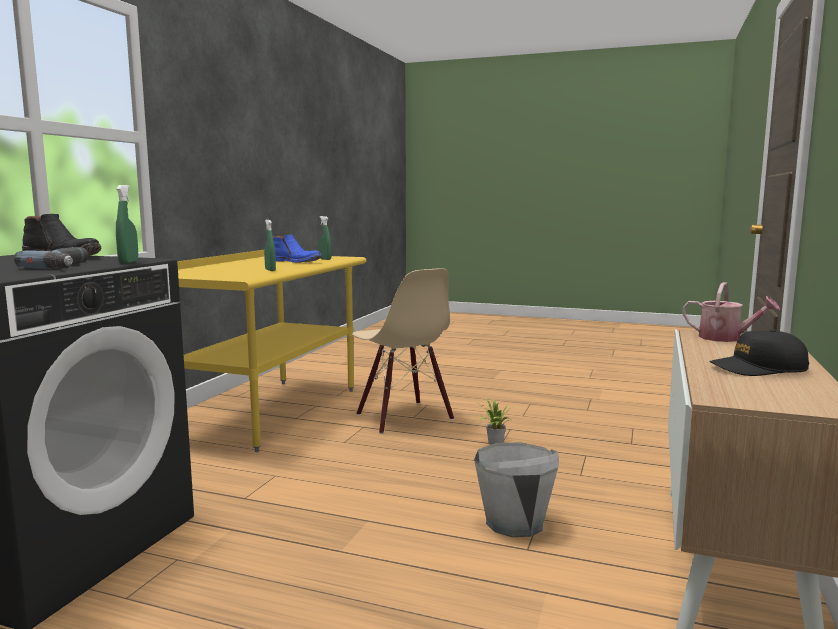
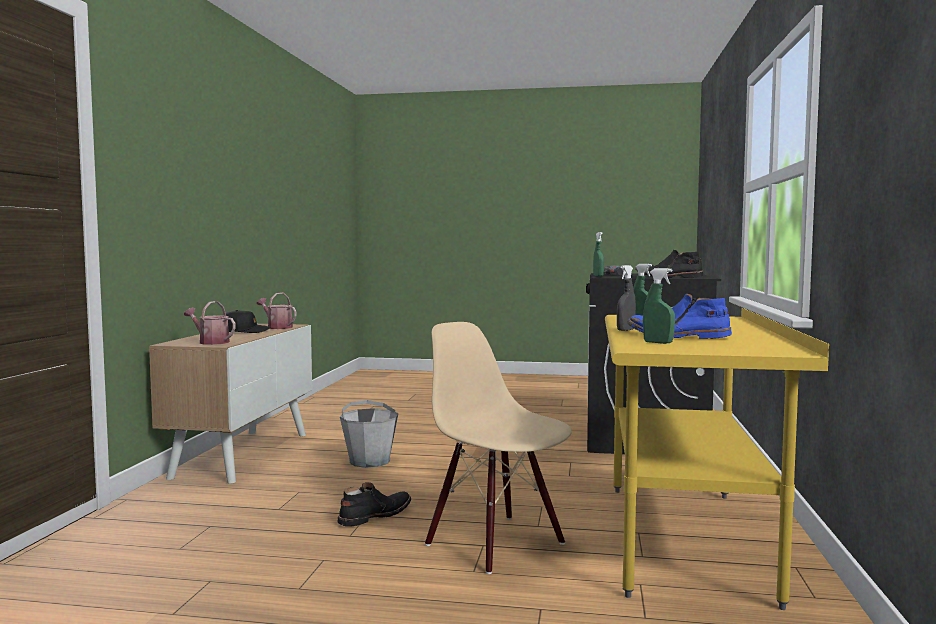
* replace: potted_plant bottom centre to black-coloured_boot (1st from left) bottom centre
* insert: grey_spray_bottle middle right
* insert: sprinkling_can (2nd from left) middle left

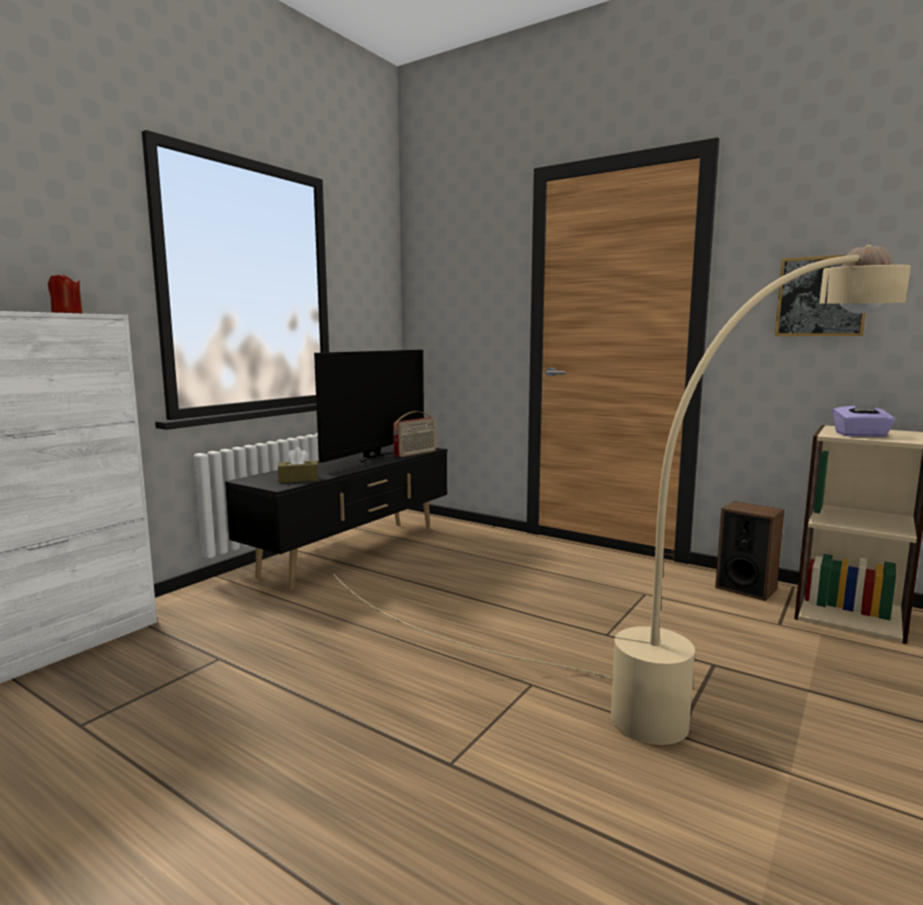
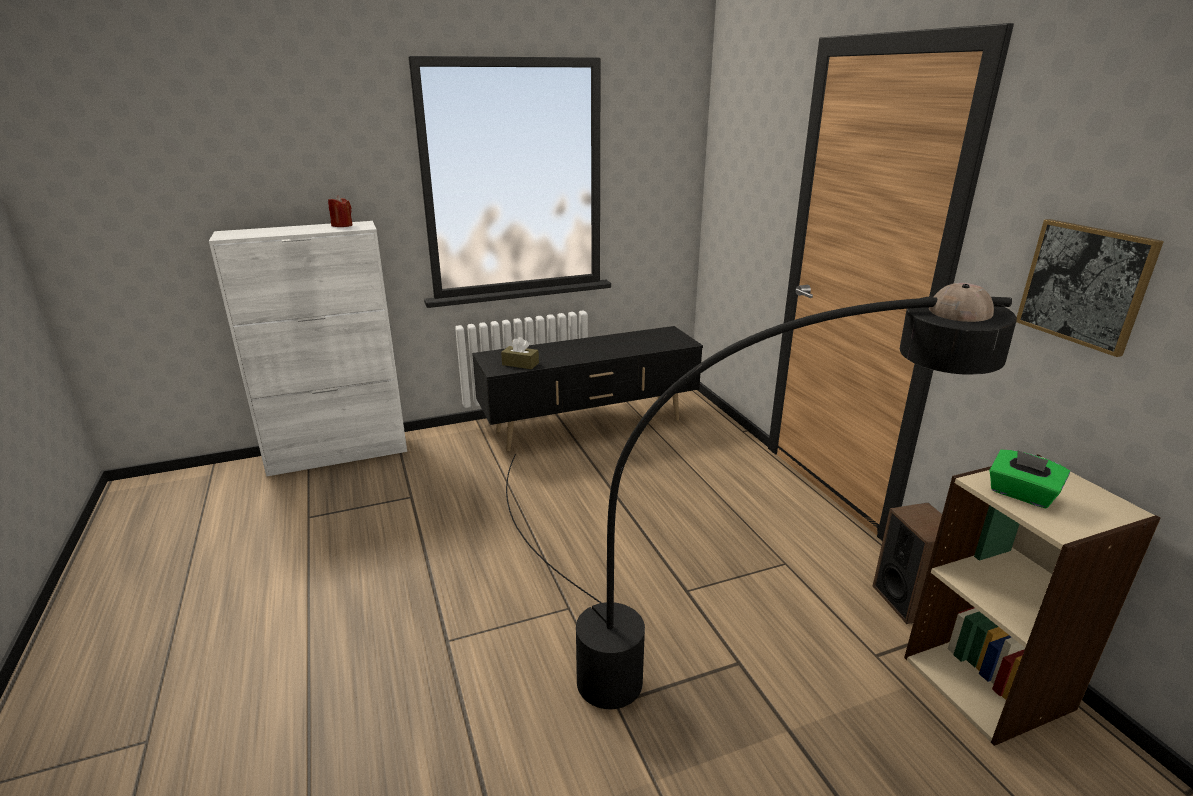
* recolor: beige-coloured_standard_lamp middle right to black-coloured_standard_lamp centre
* delete: TV_set centre
* recolor: purple_tissue_box middle right to green-coloured_tissue_box middle right
* delete: radio_receiver centre

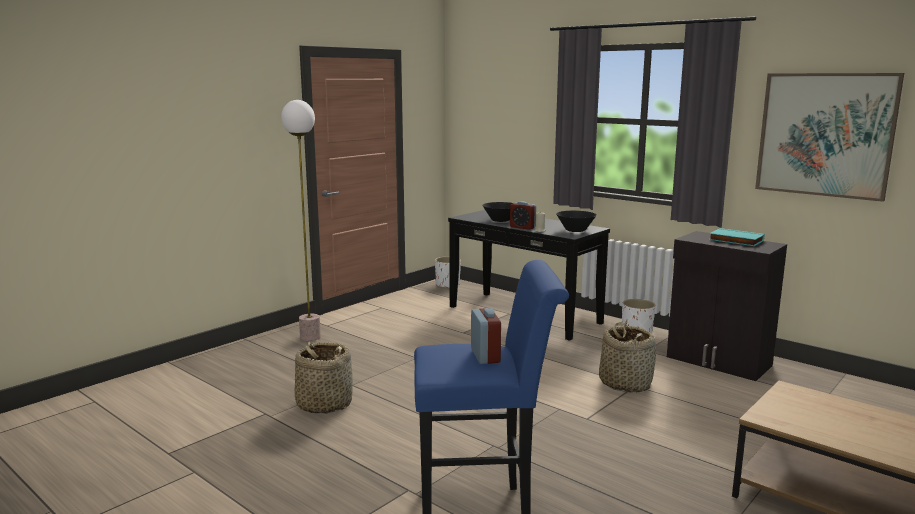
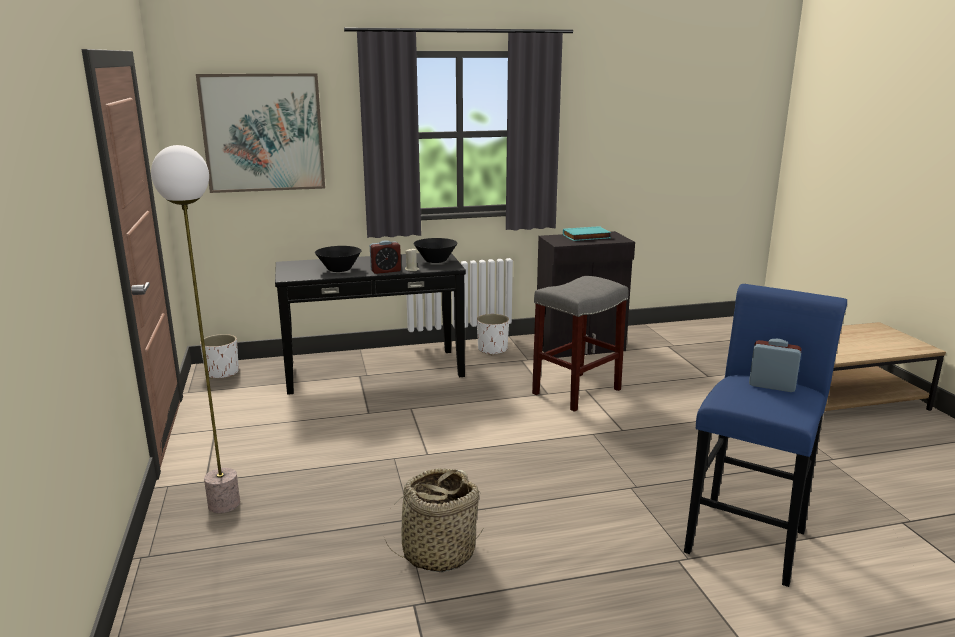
* move: wall_picture top right to top left
* replace: basket (2nd from left) bottom right to grey_sitting_stool centre

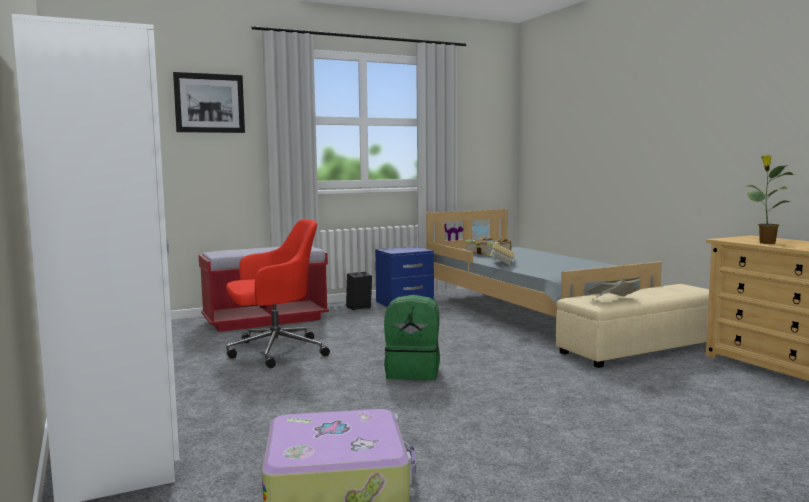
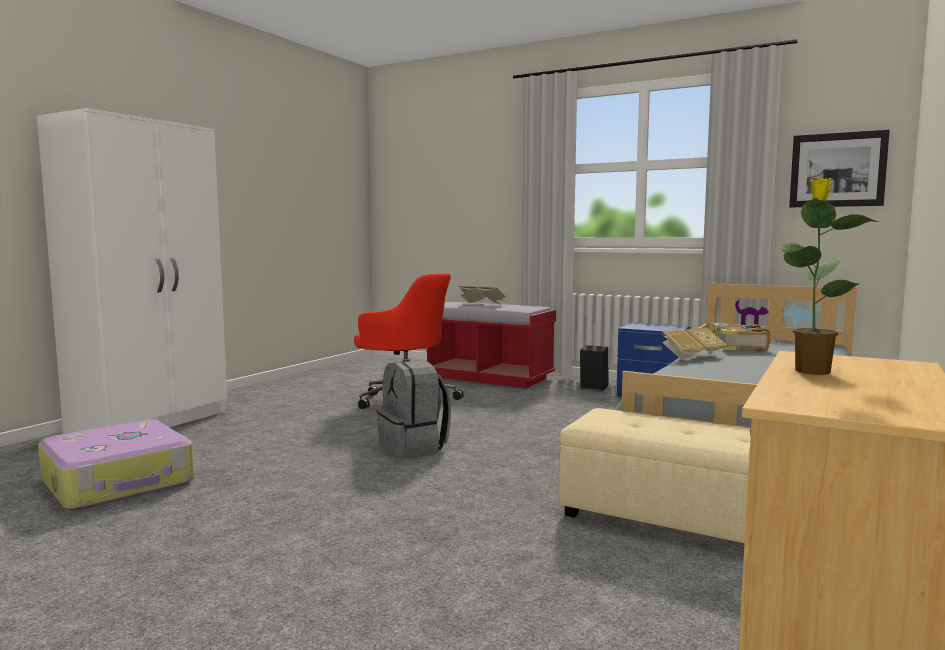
* move: wall_picture top left to top right
* move: bound_book (3rd from left in the first image) middle right to bound_book (1st from left) centre
* recolor: green-coloured_backpack bottom centre to grey_backpack centre

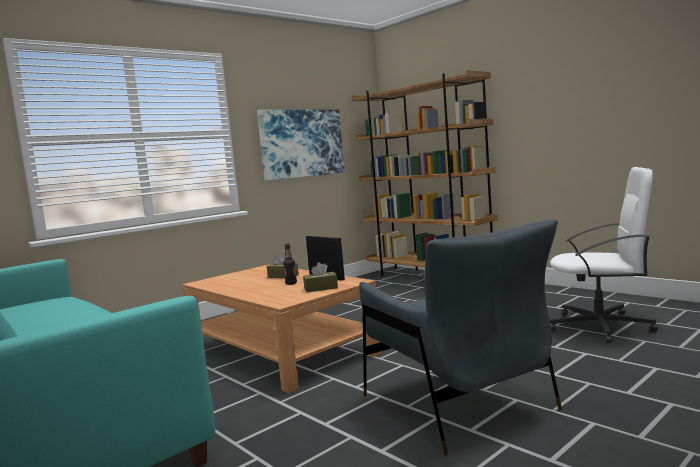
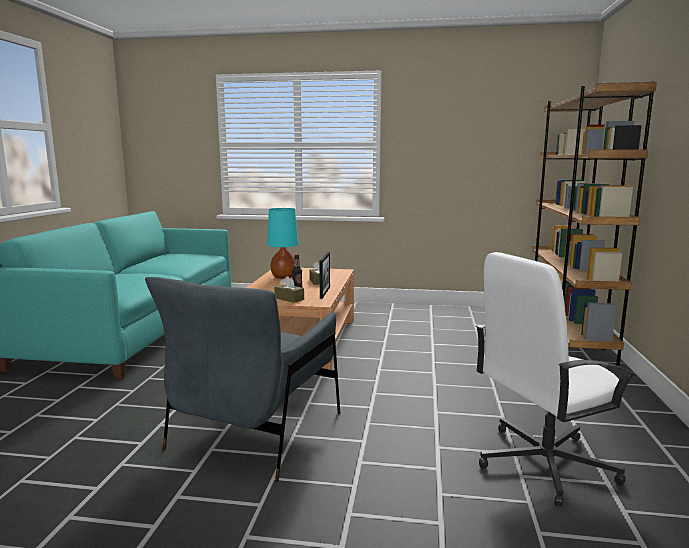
* delete: wall_picture top centre
* rotate: whitish_office_chair middle right = bottom right 90 degrees clockwise
* insert: turquoise_table_lamp centre

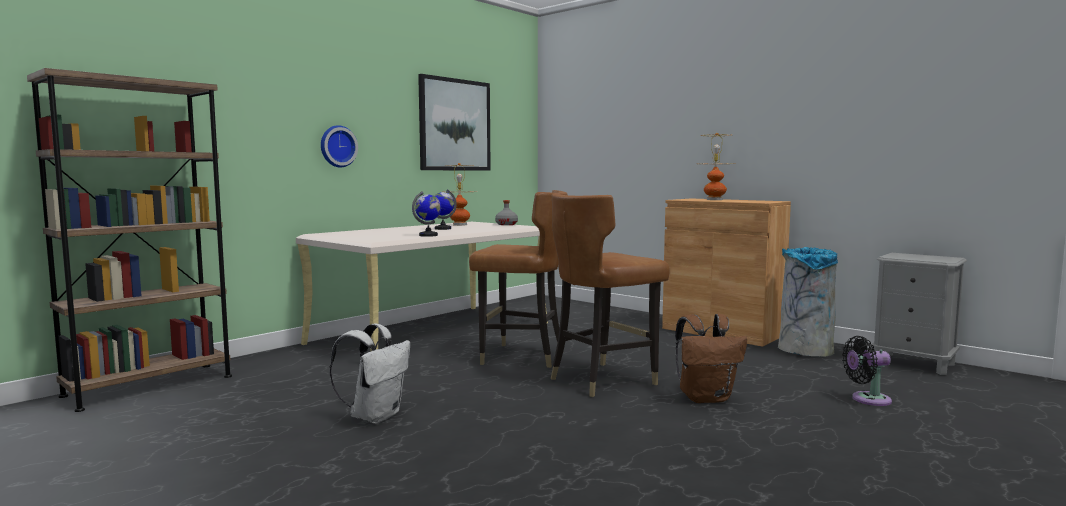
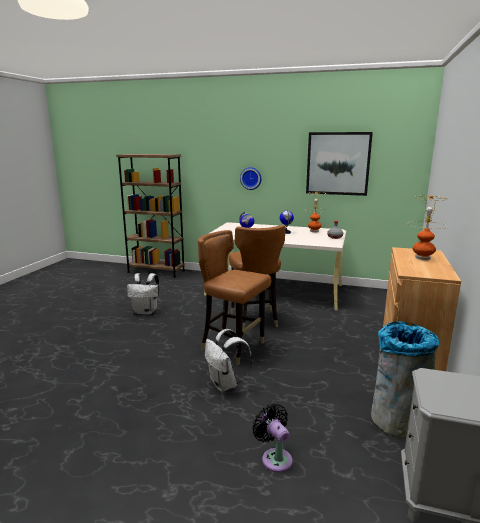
* recolor: brown_backpack bottom right to whitish_backpack (2nd from left) bottom centre

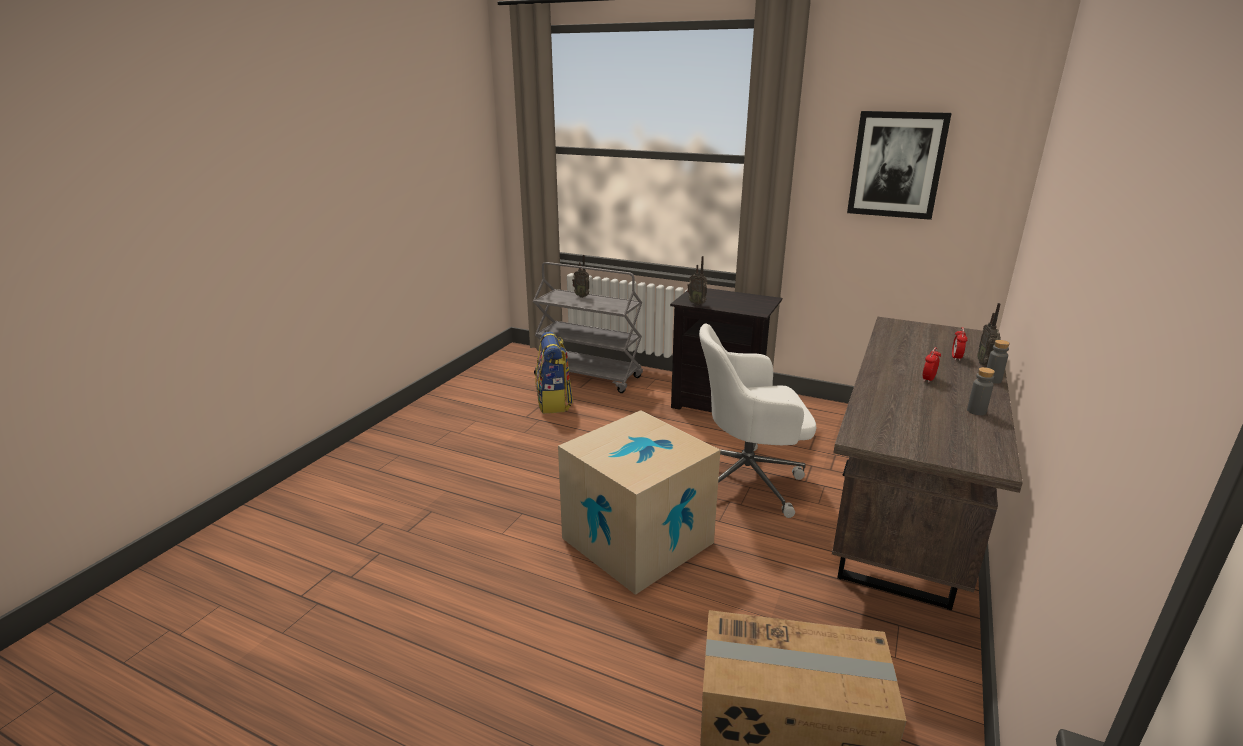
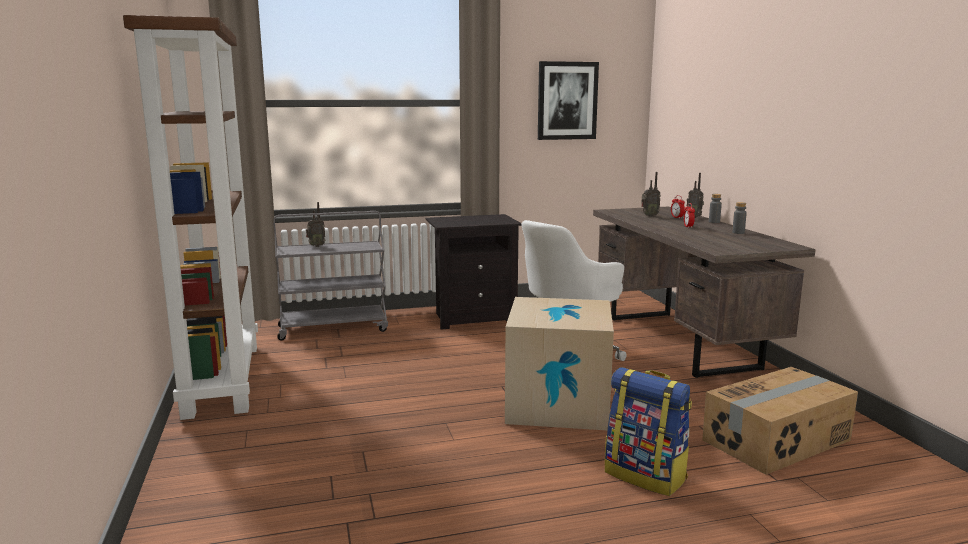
* move: radio_receiver (2nd from left) centre to middle right
* move: backpack centre to bottom right
* insert: brown_shelving_unit middle left

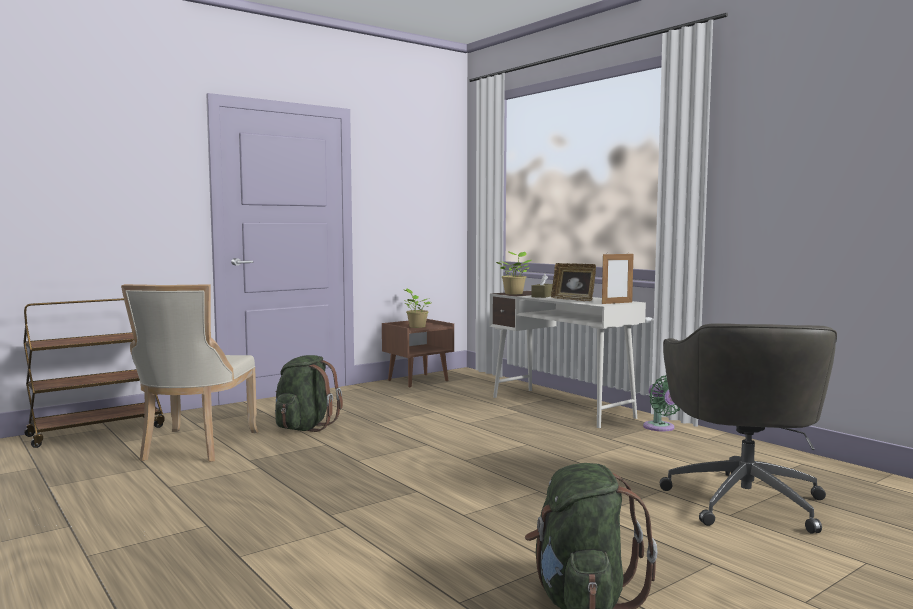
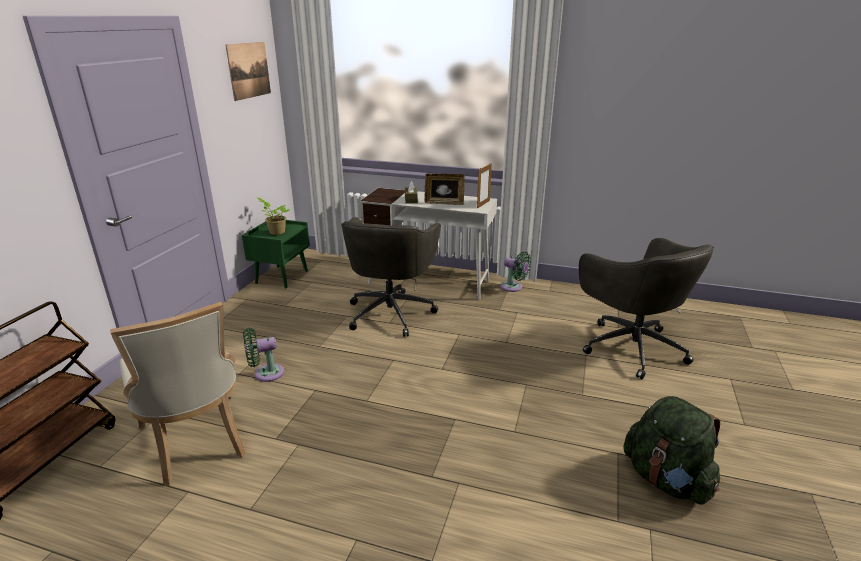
* delete: potted_plant (2nd from left) centre
* recolor: brown_night_table centre to green-coloured_night_table middle left
* replace: green-coloured_backpack (1st from left) centre to green-coloured_cooling_fan (1st from left) middle left
* insert: wall_picture top left
* insert: grey_office_chair (1st from left) centre

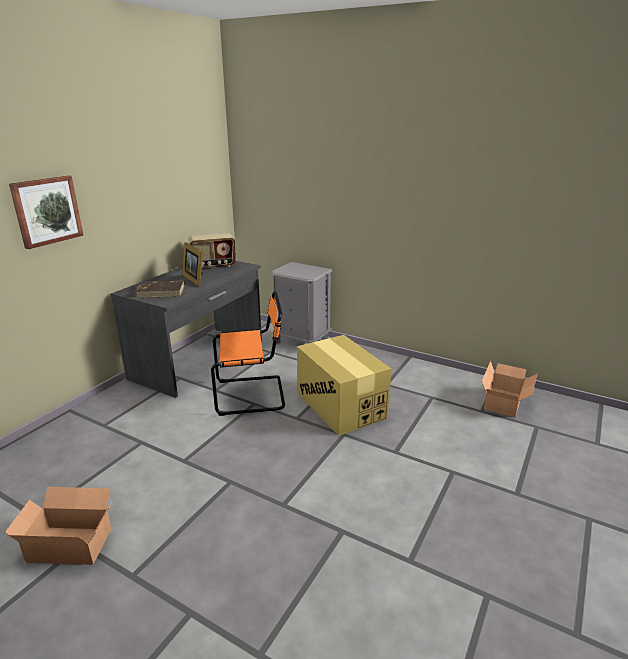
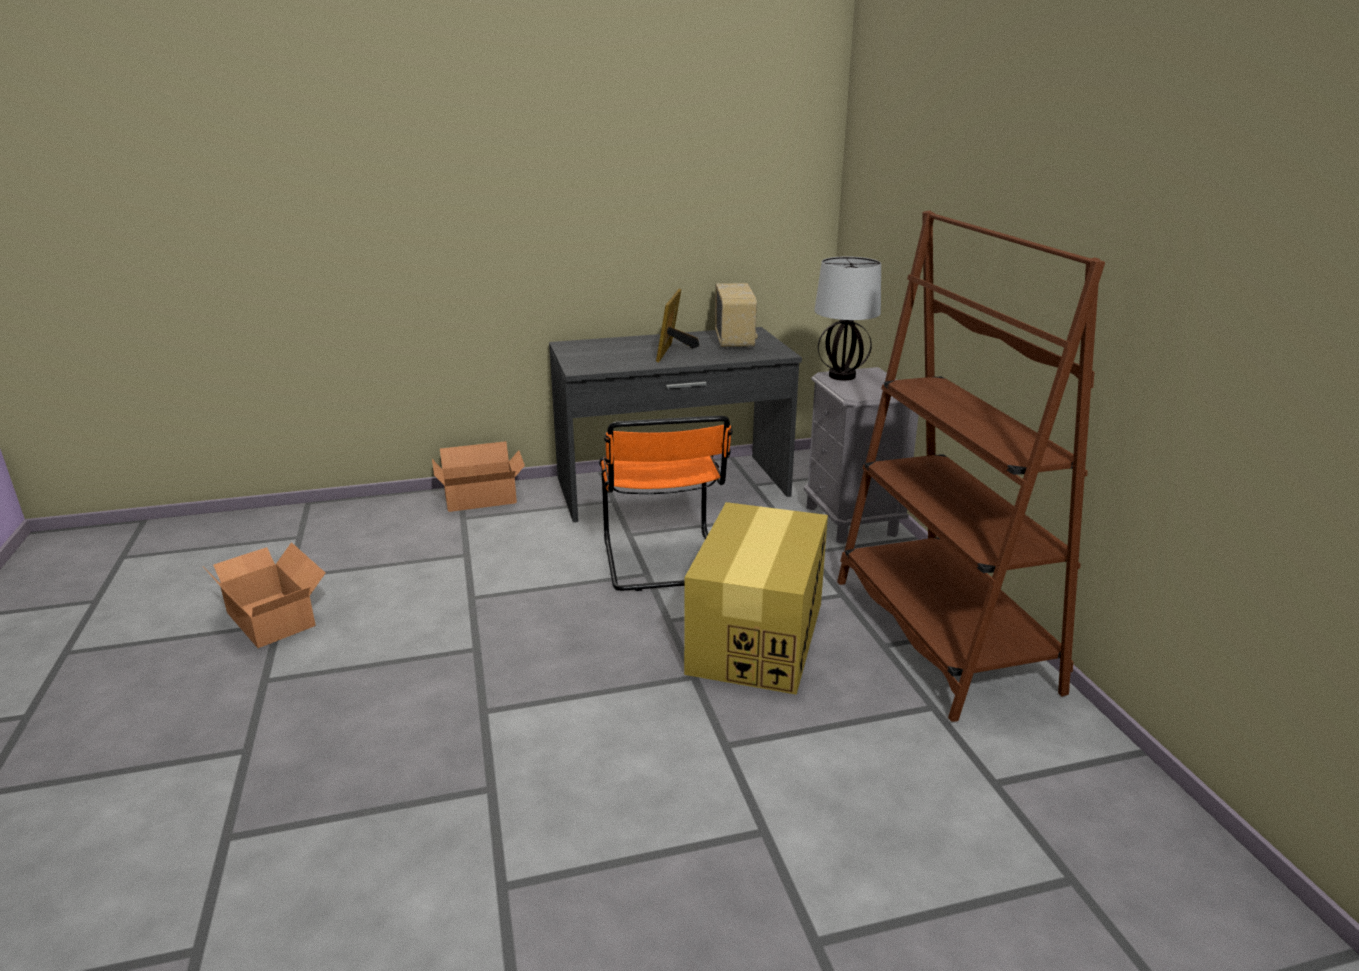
* delete: wall_picture top left
* rotate: radio_receiver centre = top centre 120 degrees counterclockwise
* delete: brown_bound_book middle left
* rotate: orange_chair centre = centre 45 degrees clockwise
* move: packing_box (3rd from left in the first image) middle right to packing_box (2nd from left) centre
* insert: brown_shelving_unit middle right
* insert: table_lamp top centre

